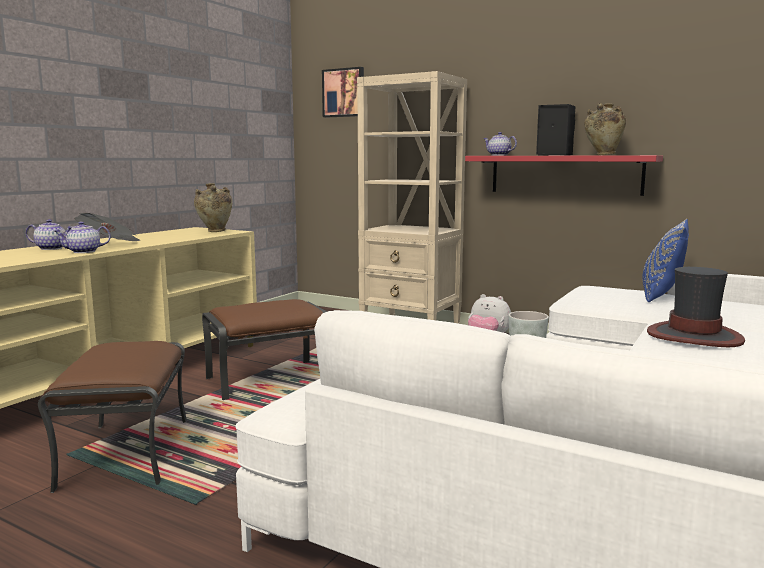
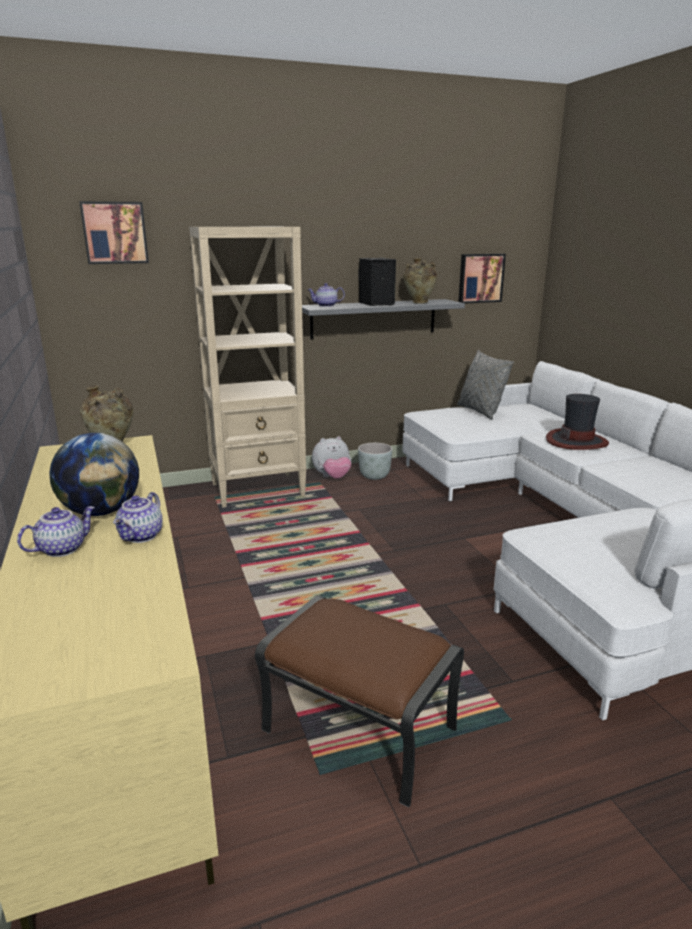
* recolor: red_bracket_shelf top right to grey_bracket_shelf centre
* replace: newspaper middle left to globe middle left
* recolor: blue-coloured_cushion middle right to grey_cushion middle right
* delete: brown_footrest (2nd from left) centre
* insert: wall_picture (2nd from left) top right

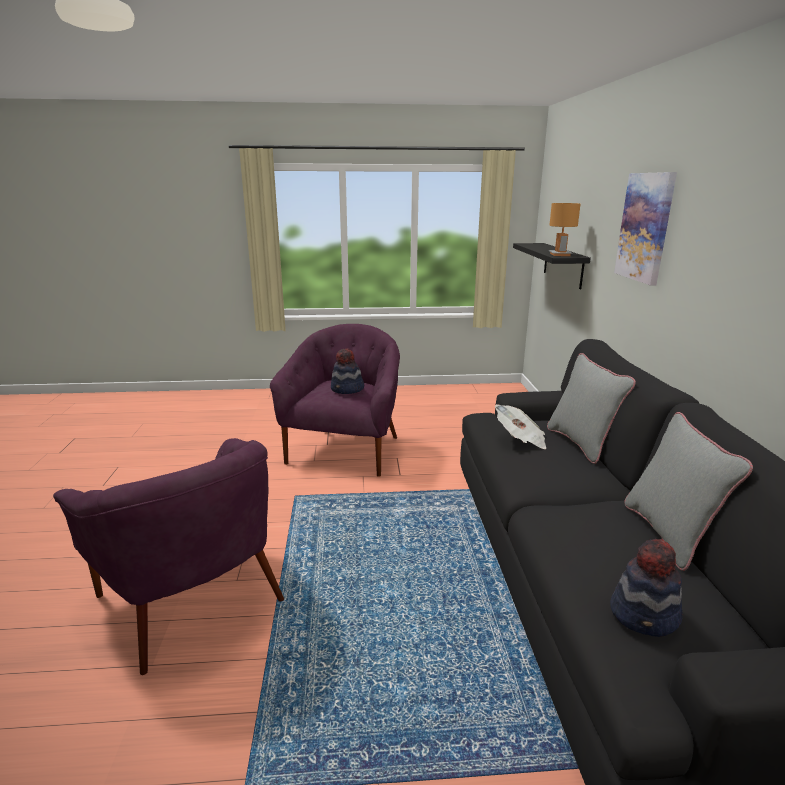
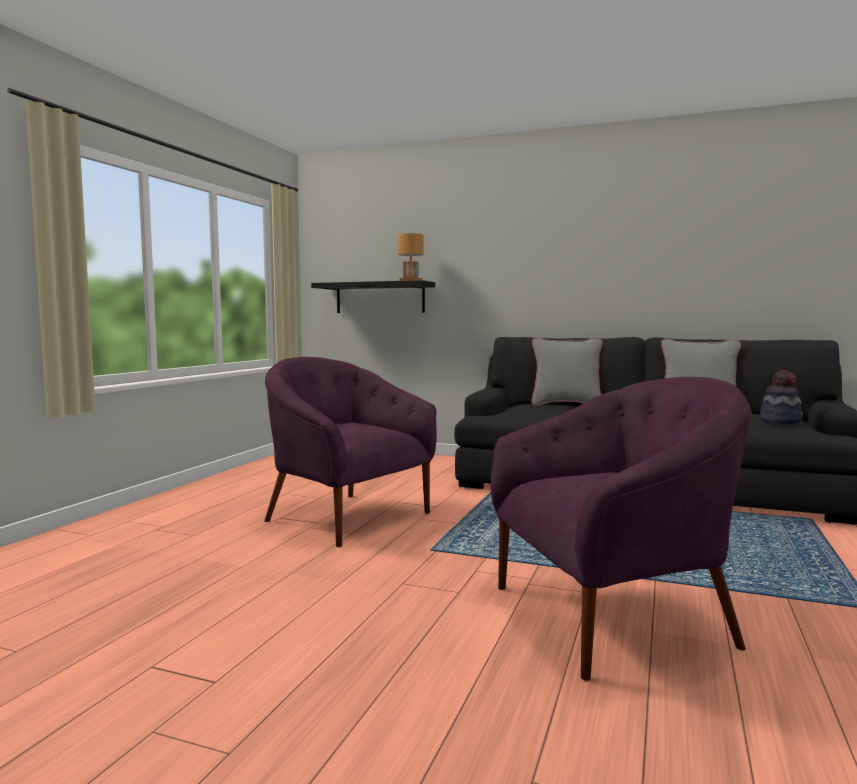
* delete: wall_picture top right
* delete: clothing_hat (1st from left) centre
* delete: newspaper centre

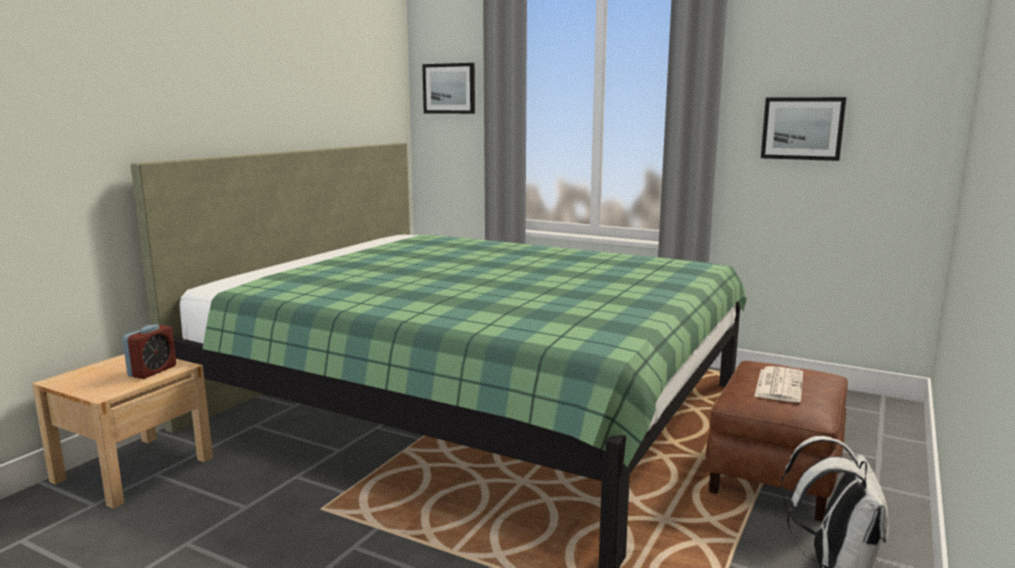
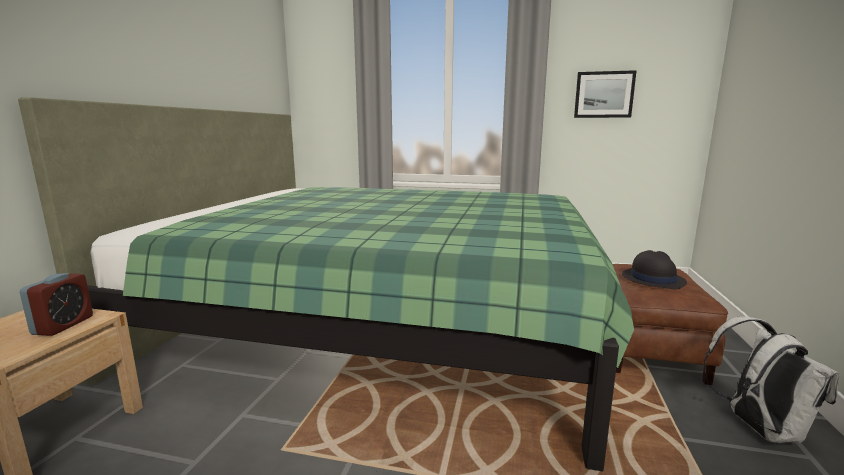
* delete: wall_picture (1st from left) top centre
* replace: newspaper bottom right to black-coloured_clothing_hat middle right

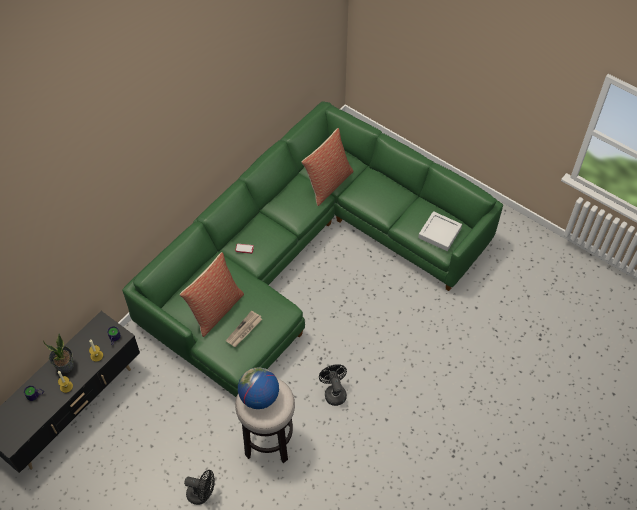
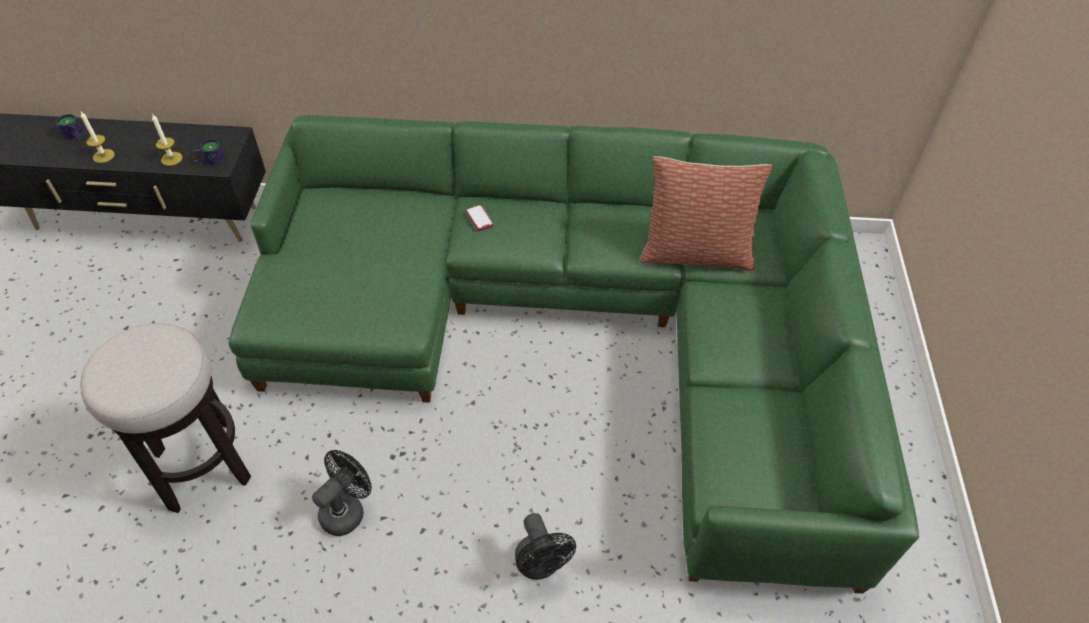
* delete: grey_serving_tray middle right
* delete: cushion (1st from left) middle left
* delete: newspaper centre
* delete: potted_plant bottom left
* delete: globe bottom centre
* move: black-coloured_cooling_fan (1st from left in the first image) bottom left to black-coloured_cooling_fan (2nd from left) bottom centre

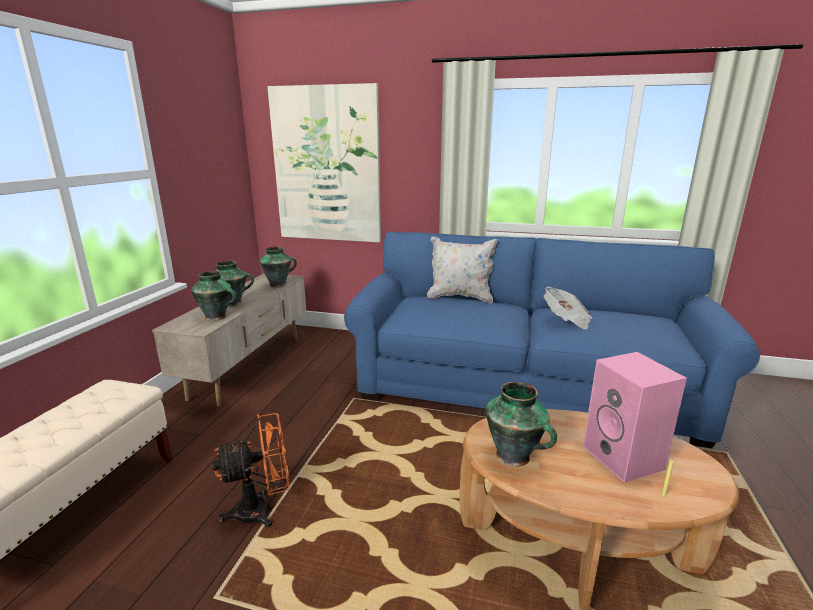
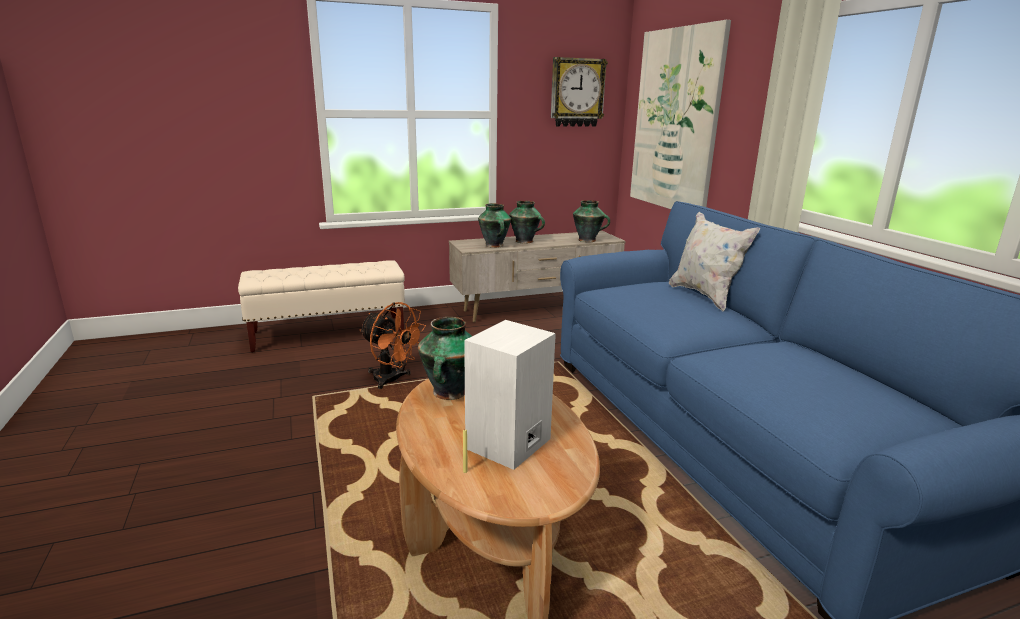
* delete: newspaper middle right
* recolor: pinkish_speaker bottom right to whitish_speaker centre
* insert: hanging_clock top centre

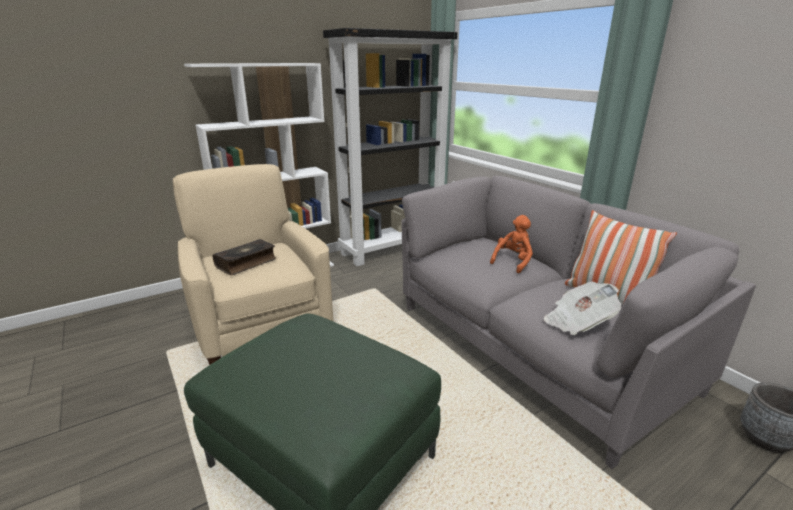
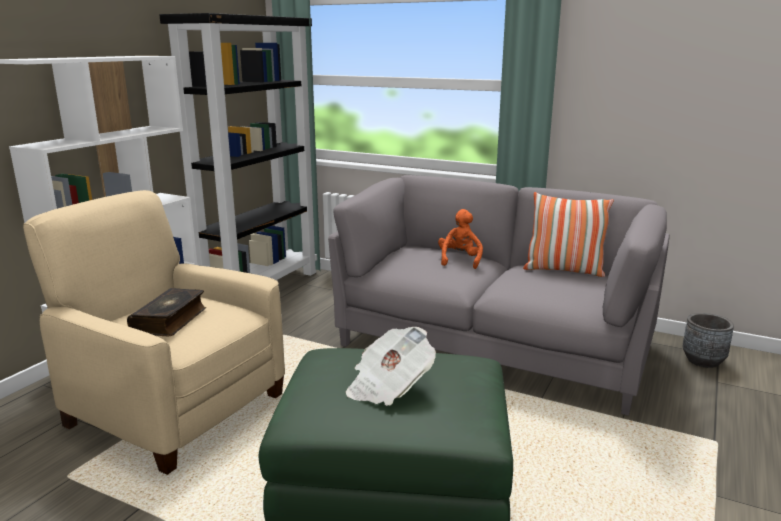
* move: newspaper middle right to bottom centre

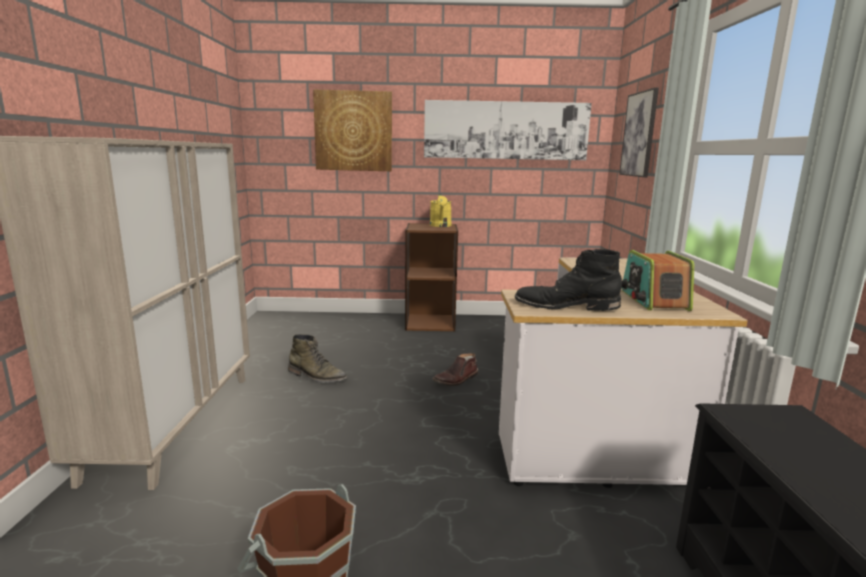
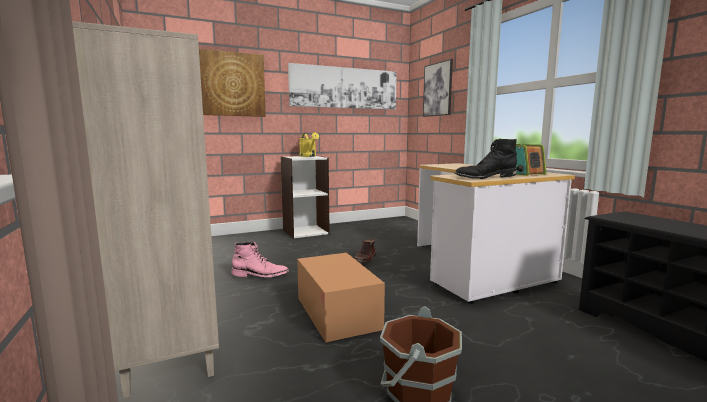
* recolor: brown_shelving_unit centre to whitish_shelving_unit centre
* recolor: green-coloured_boot centre to pinkish_boot centre
* insert: packing_box bottom centre

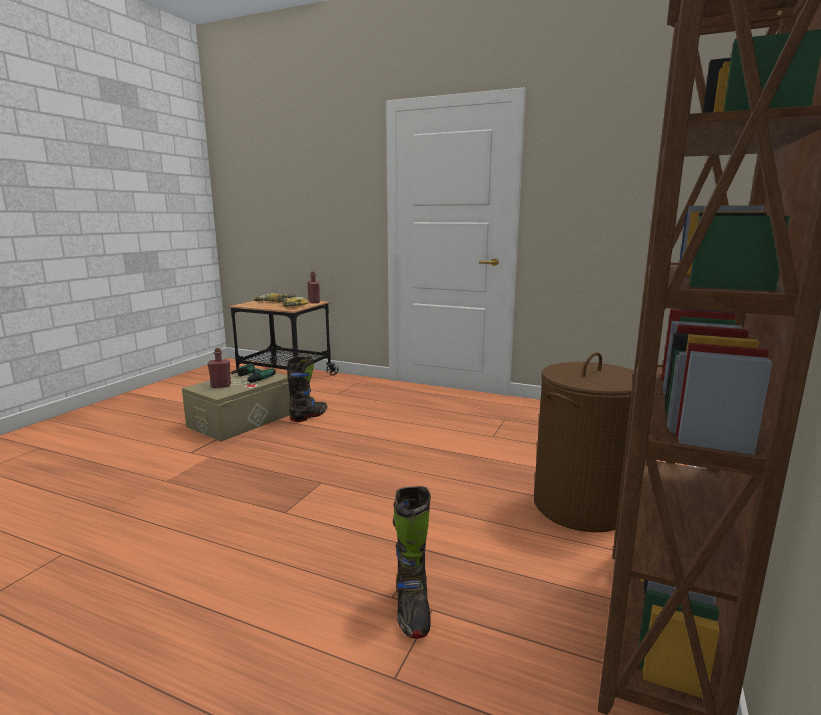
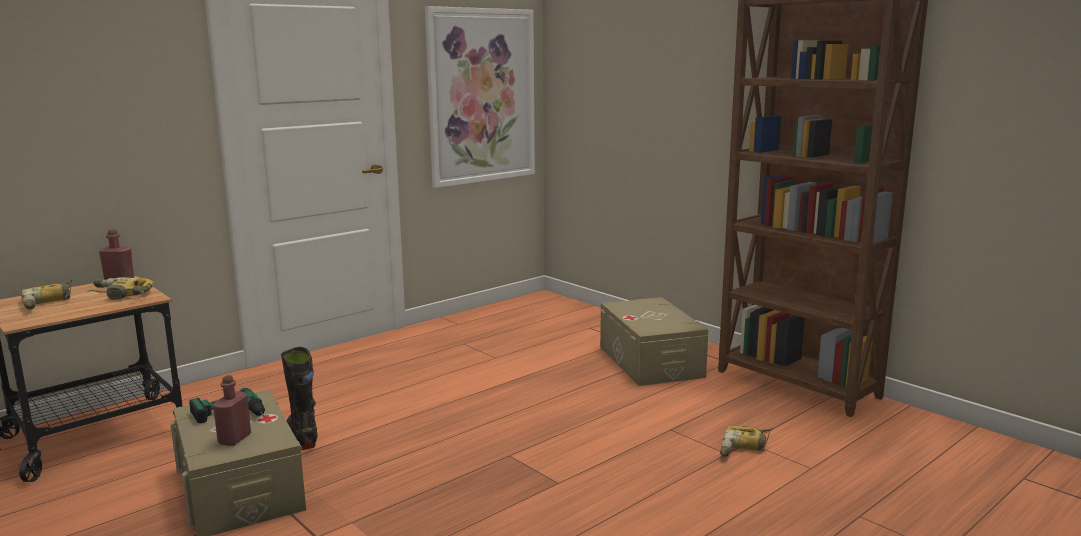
* replace: brown_washing_basket middle right to beige-coloured_storage_box (2nd from left) centre
* replace: black-coloured_boot (2nd from left) bottom centre to electric_drill (4th from left) bottom right
* insert: wall_picture top centre

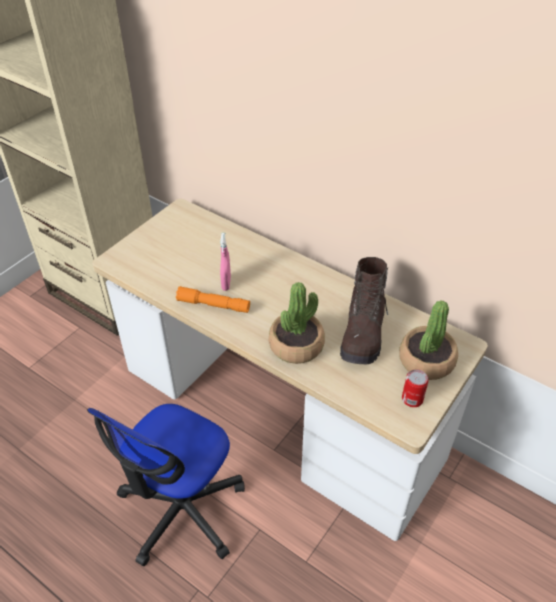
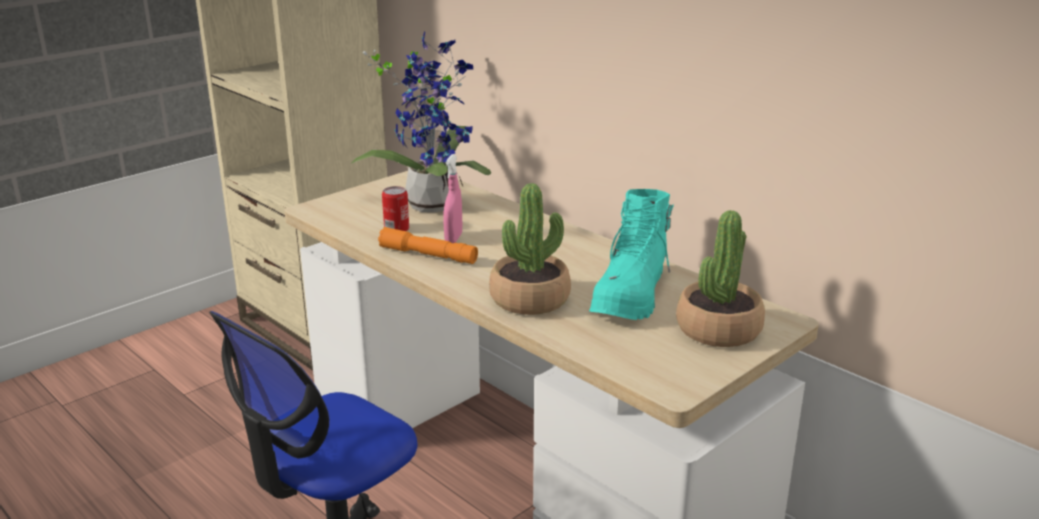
* recolor: brown_boot centre to turquoise_boot centre
* move: sealed_can middle right to centre
* insert: potted_plant (1st from left) top centre

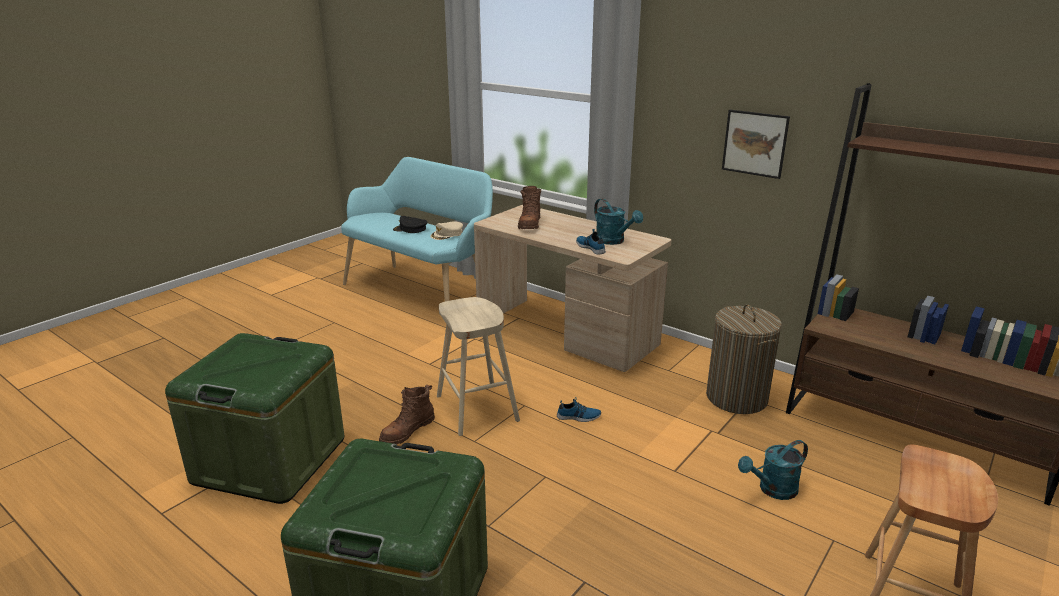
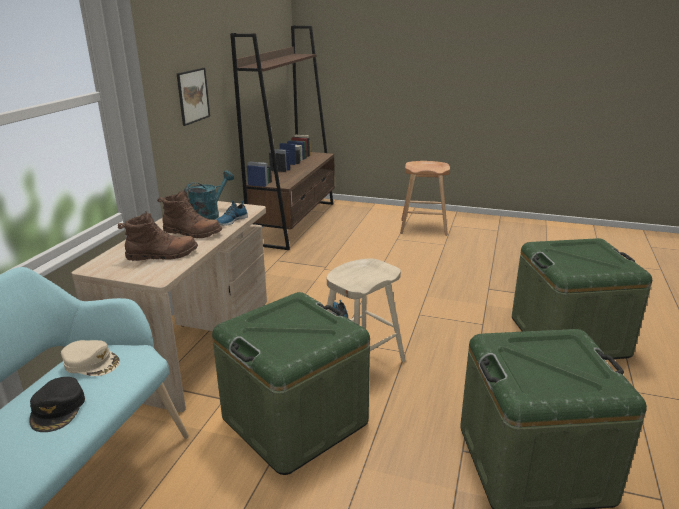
* delete: washing_basket middle right
* move: brown_boot (1st from left in the first image) bottom centre to brown_boot (2nd from left) middle left
* delete: turquoise_sprinkling_can (2nd from left) bottom right
* insert: green-coloured_storage_box (1st from left) bottom centre

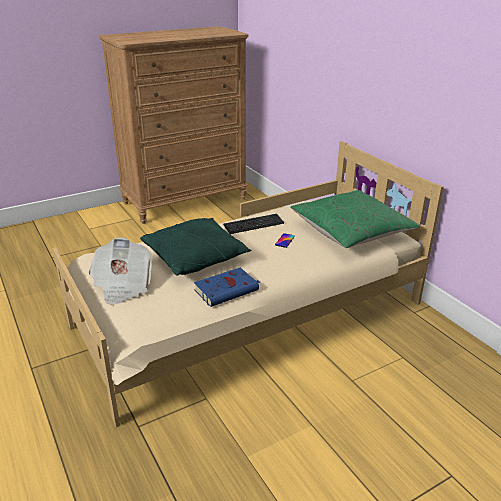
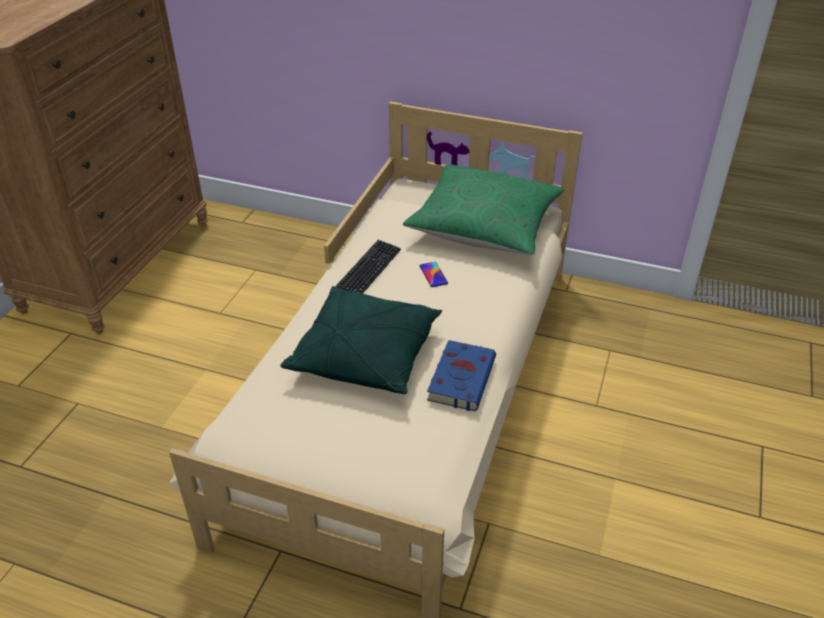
* delete: newspaper middle left

